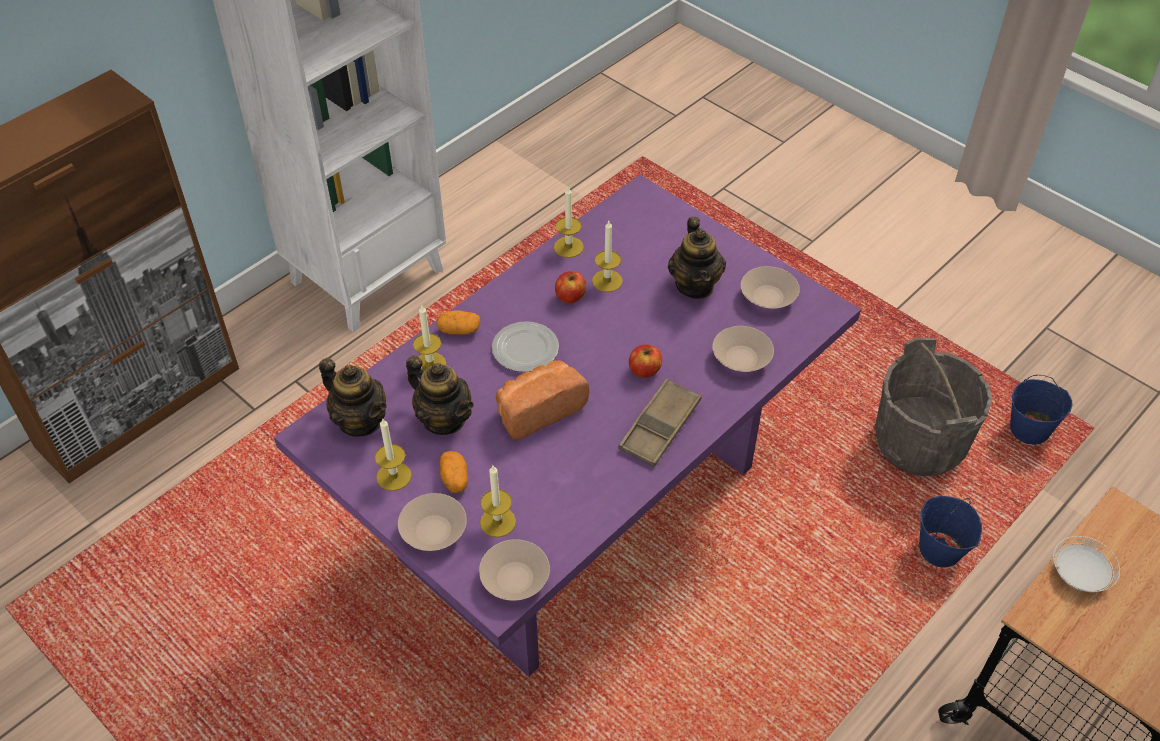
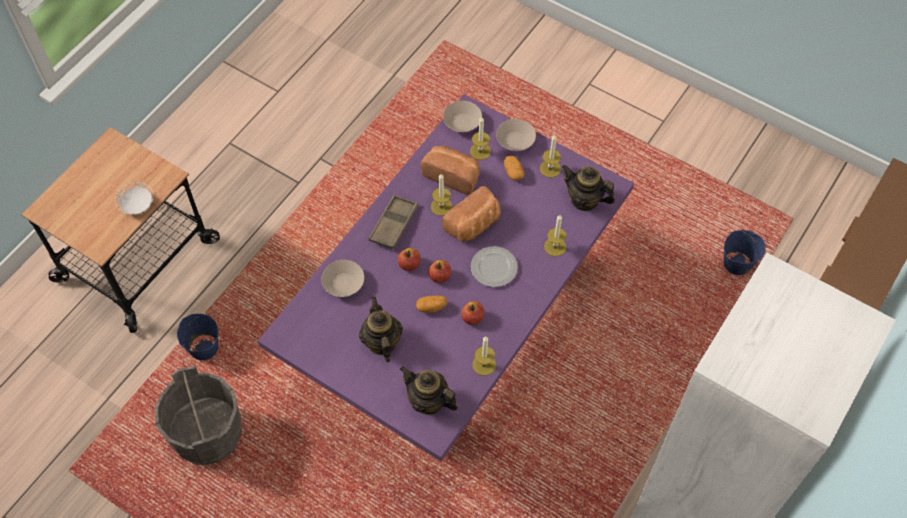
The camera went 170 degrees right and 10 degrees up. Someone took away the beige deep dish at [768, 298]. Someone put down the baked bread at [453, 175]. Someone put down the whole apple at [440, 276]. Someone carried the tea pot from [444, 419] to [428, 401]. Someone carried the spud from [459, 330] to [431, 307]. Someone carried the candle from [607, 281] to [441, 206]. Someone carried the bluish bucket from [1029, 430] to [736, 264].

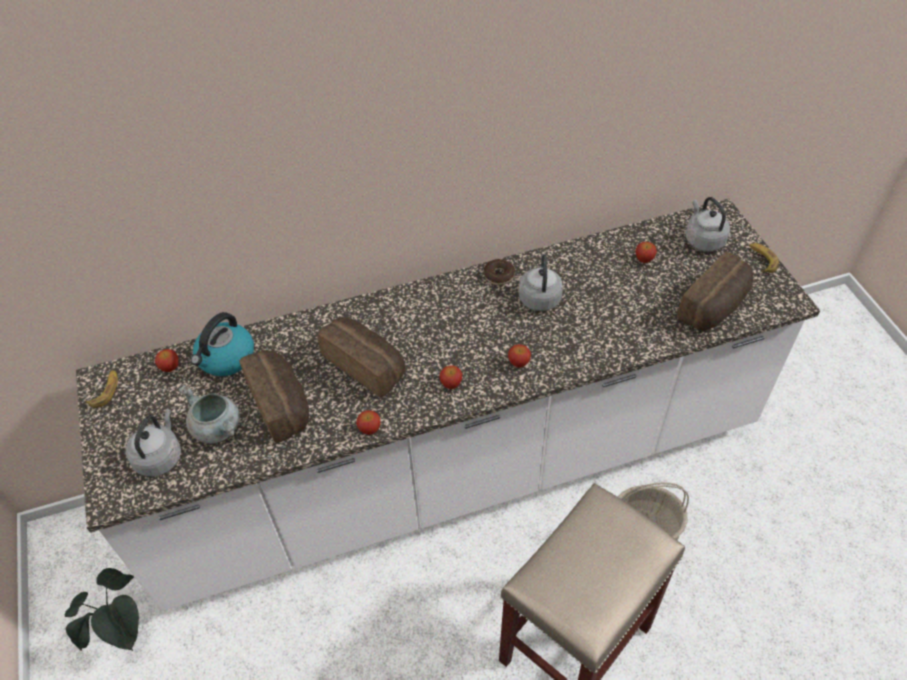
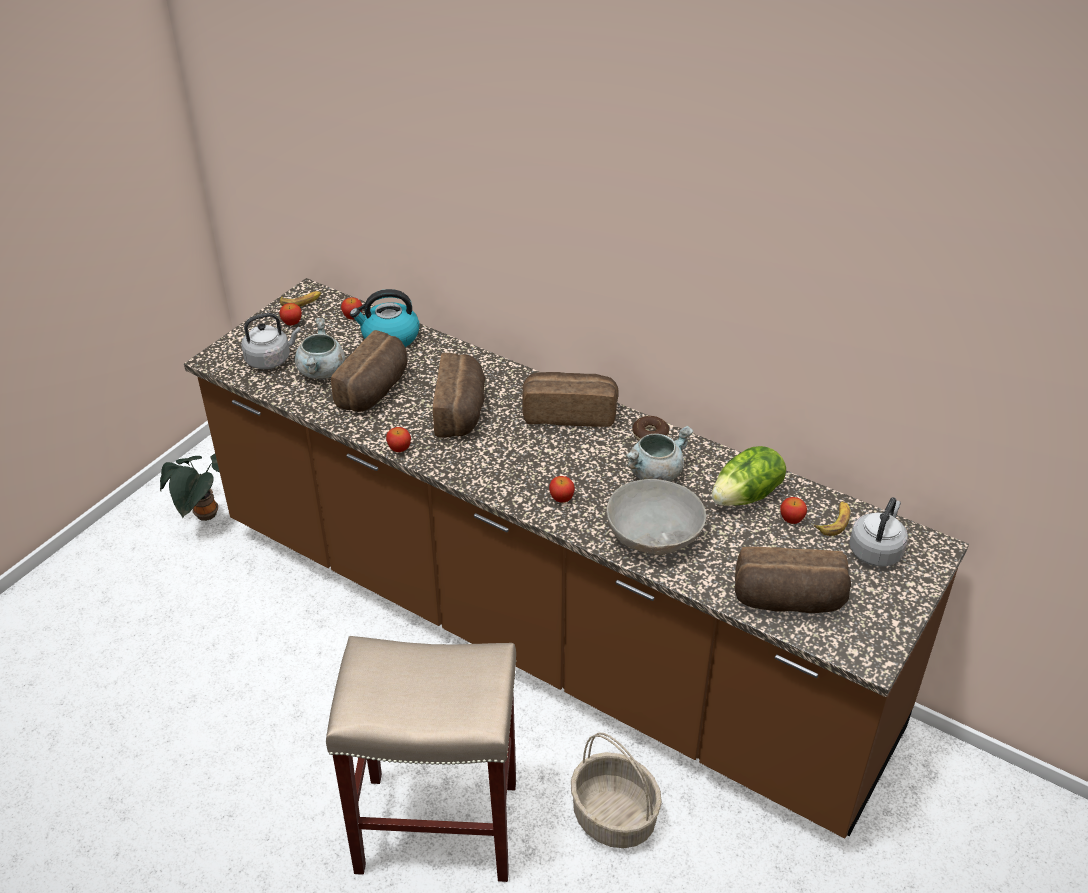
The camera went 50 degrees right and 10 degrees down. Someone put down the baked bread at [569, 412]. Someone put down the grey deep dish at [654, 534]. Someone put down the head of lettuce at [747, 496]. Someone carried the whole apple from [451, 384] to [292, 323]. Someone carried the whole banana from [761, 260] to [834, 521]. Someone swapped the grey water kettle at [539, 297] for the grey cooking pot at [655, 473]. Someone repainted the white-coloured counter at [458, 466], which became the brownish counter at [544, 627].

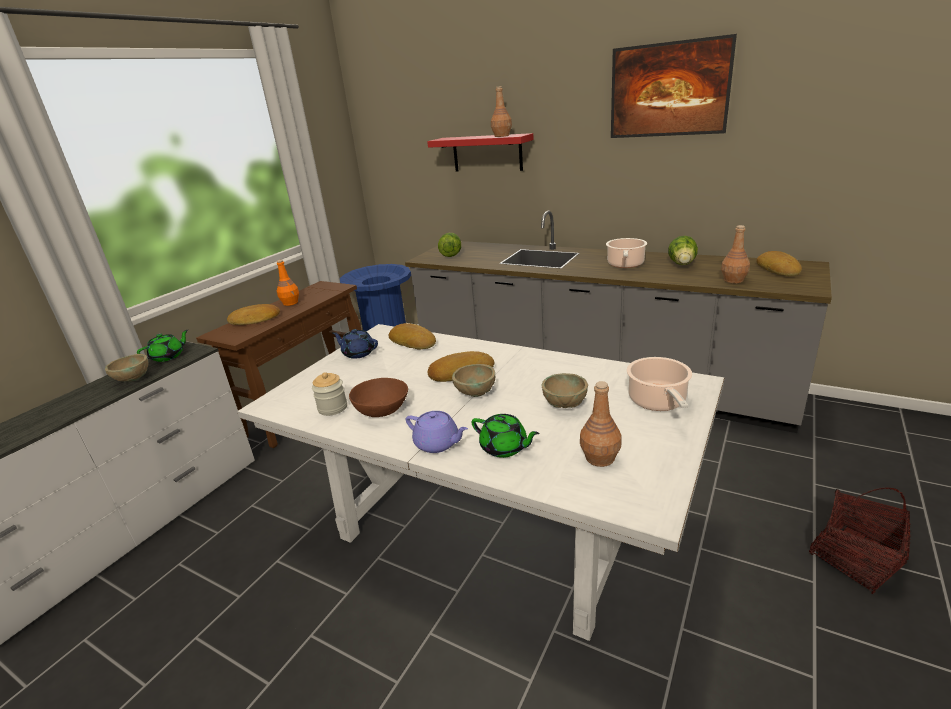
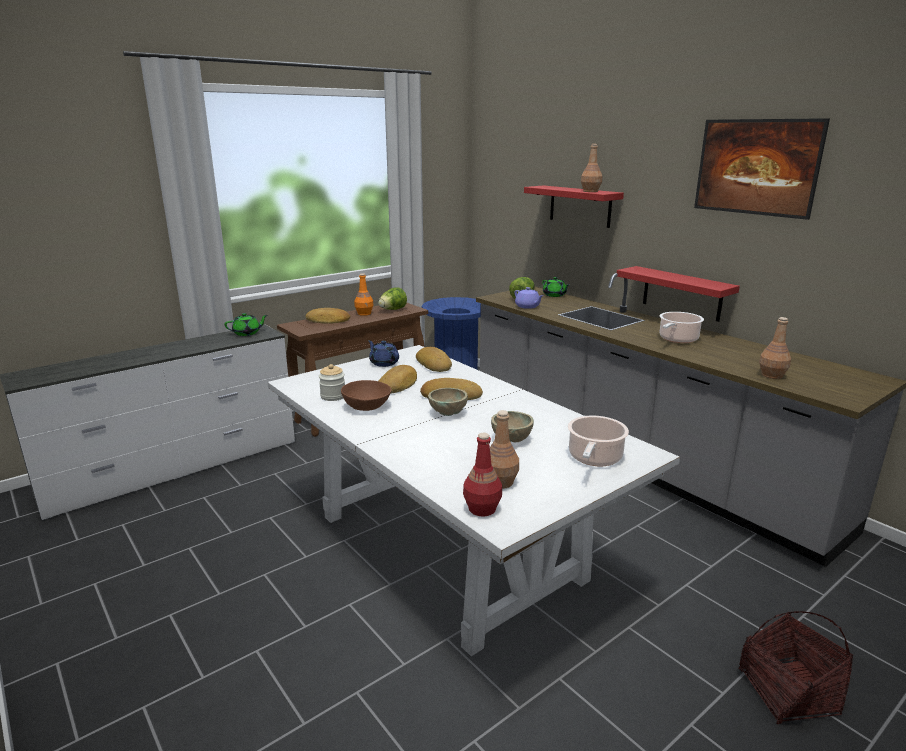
The camera went 20 degrees right and 5 degrees down. Someone took away the beige deep dish at [133, 379]. Someone put down the red bottle at [481, 509]. Someone put up the red shelf at [682, 293]. Someone carried the purple-coloured tea pot from [438, 444] to [528, 306]. Someone carried the greenish tea pot from [504, 448] to [554, 295]. Someone carried the head of lettuce from [682, 265] to [392, 310]. Someone carried the baked bread from [779, 269] to [398, 384].

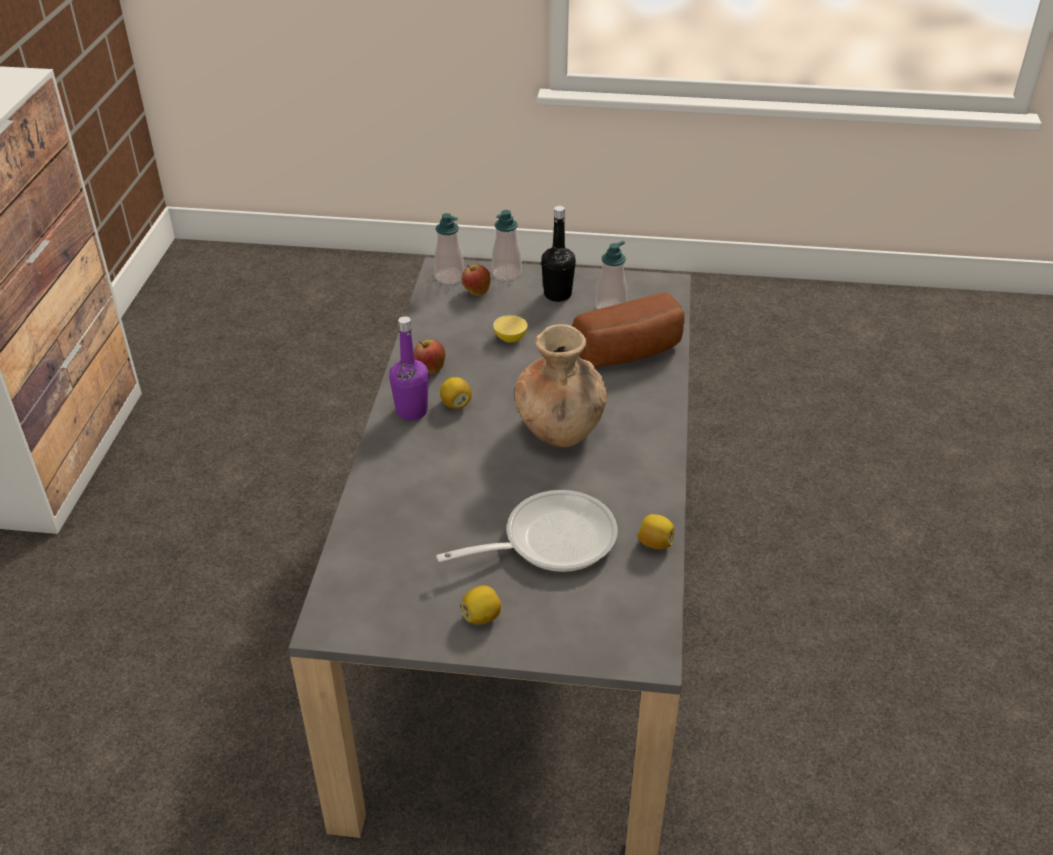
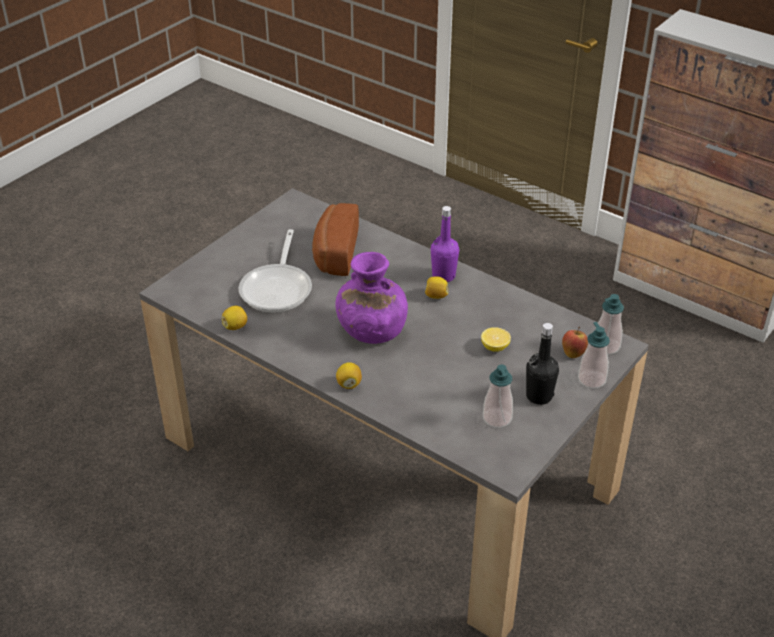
The camera went 120 degrees right and 0 degrees up. Someone took away the whole apple at [430, 369]. Someone carried the citrus fruit from [482, 616] to [349, 384]. Someone carried the baked bread from [632, 353] to [334, 252]. Someone repainted the brownish decorative vase at [560, 429], which became the purple-coloured decorative vase at [371, 331].

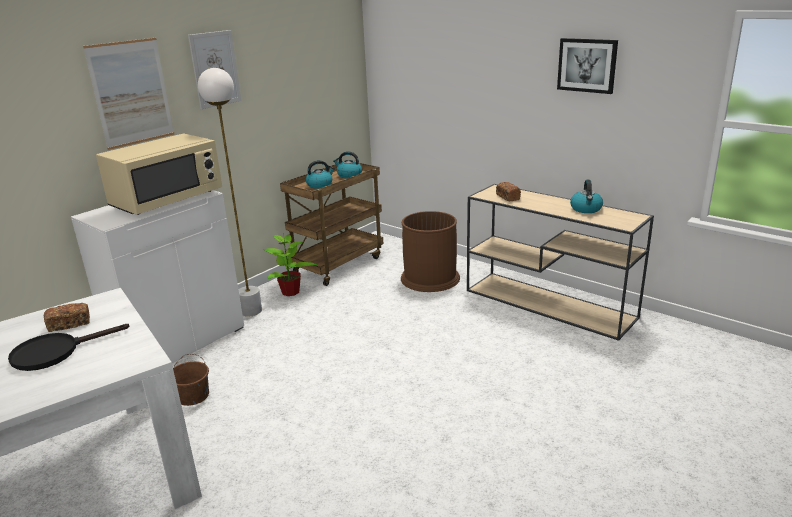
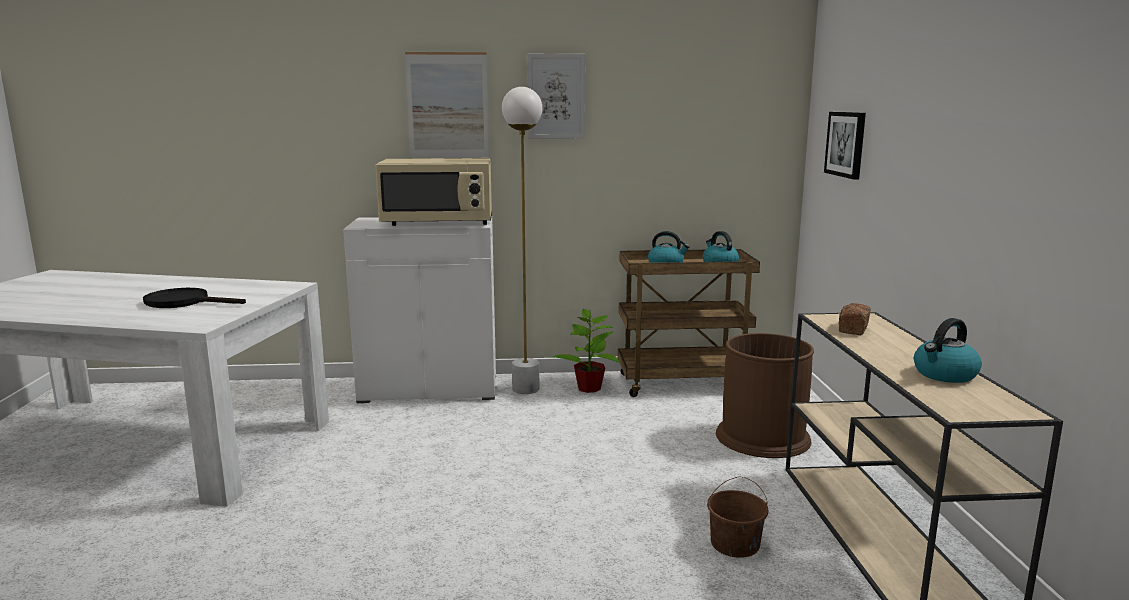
The camera went 45 degrees right and 10 degrees down. Someone took away the baked bread at [70, 324]. Someone carried the brownish bucket from [193, 396] to [735, 544]. Someone carried the picture from [587, 65] to [846, 144].

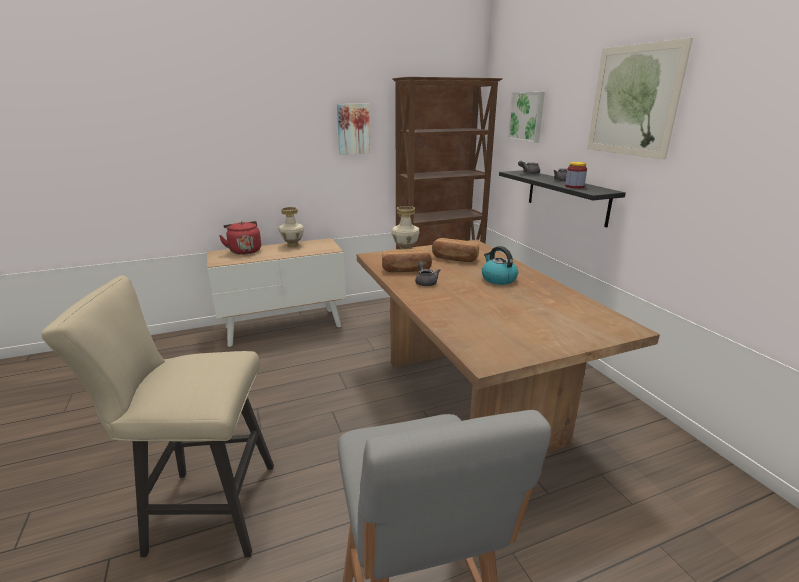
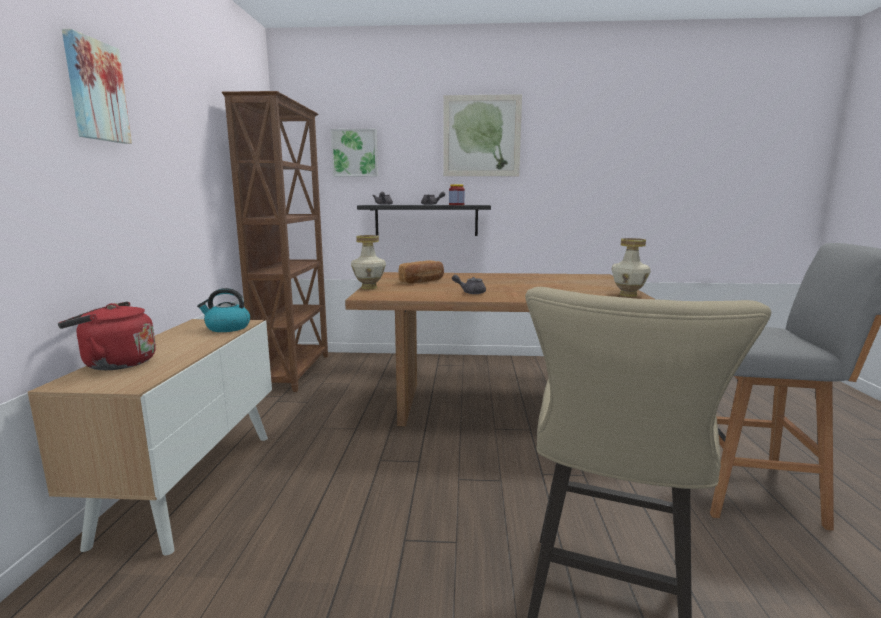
The camera went 65 degrees left and 10 degrees down. Someone took away the baked bread at [406, 270]. Someone carried the decorative vase from [292, 245] to [628, 295]. Someone carried the picture from [353, 129] to [95, 91]. Someone carried the water kettle from [498, 279] to [227, 328].

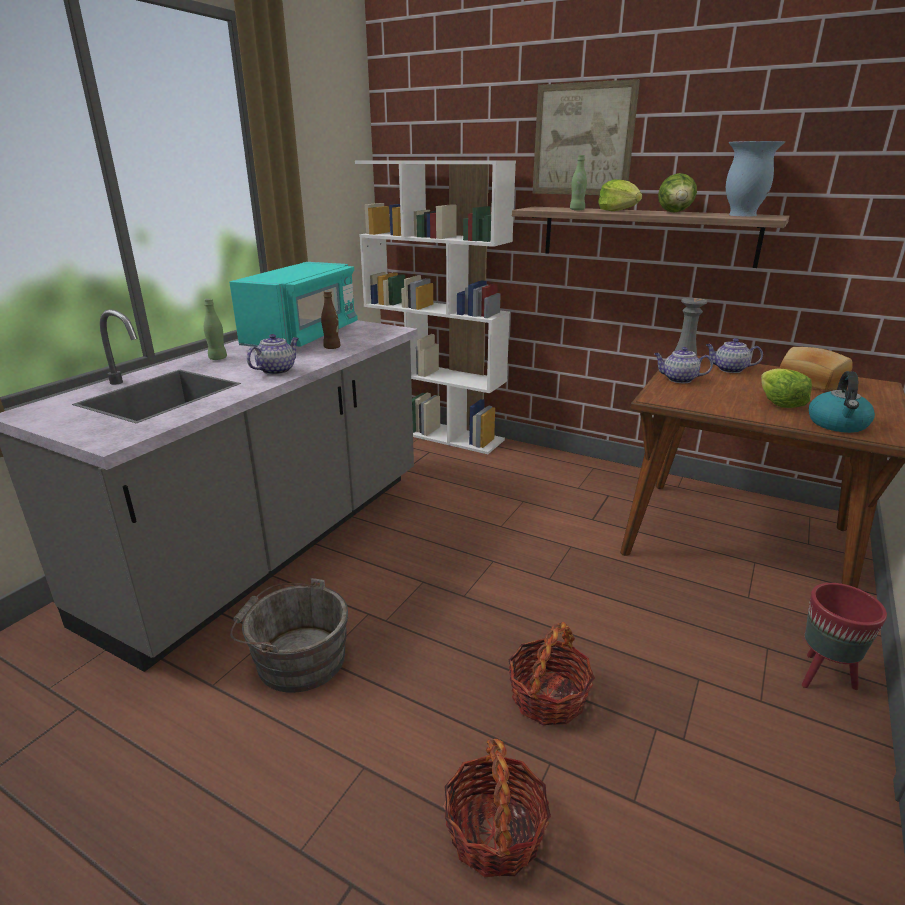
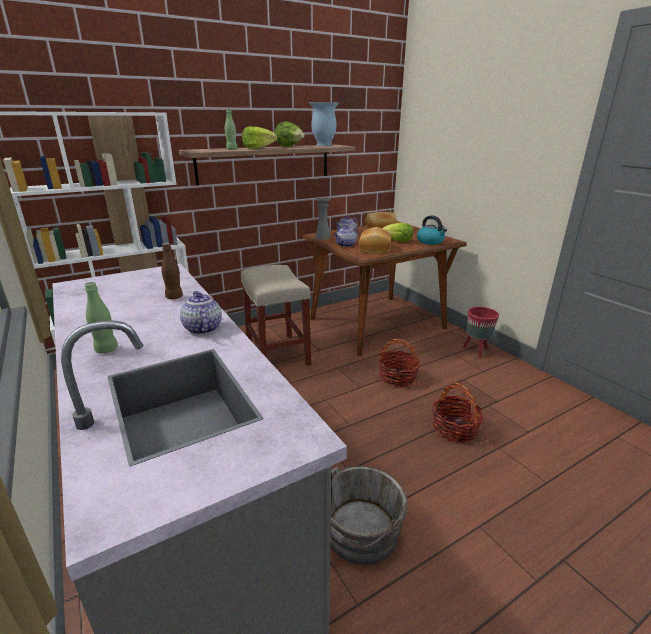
The camera went 60 degrees left and 0 degrees up. Someone took away the turquoise-coloured microwave oven at [303, 337]. Someone took away the picture at [583, 140]. Someone put down the beige stool at [276, 353]. Someone put down the baked bread at [373, 249]. Someone carried the storage basket from [495, 832] to [397, 377].

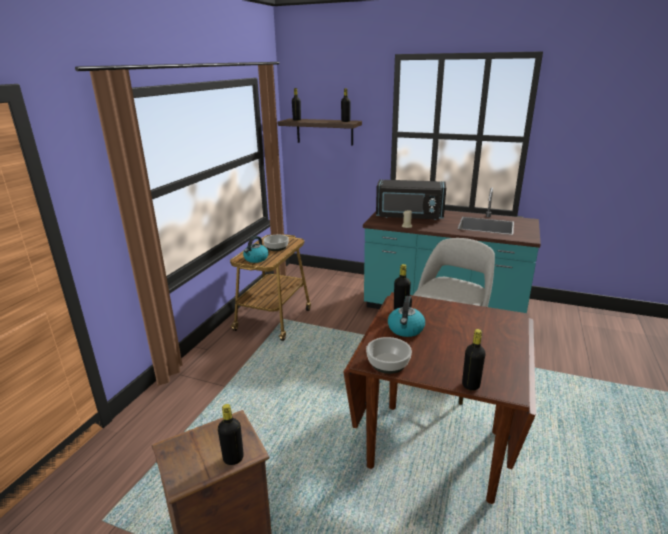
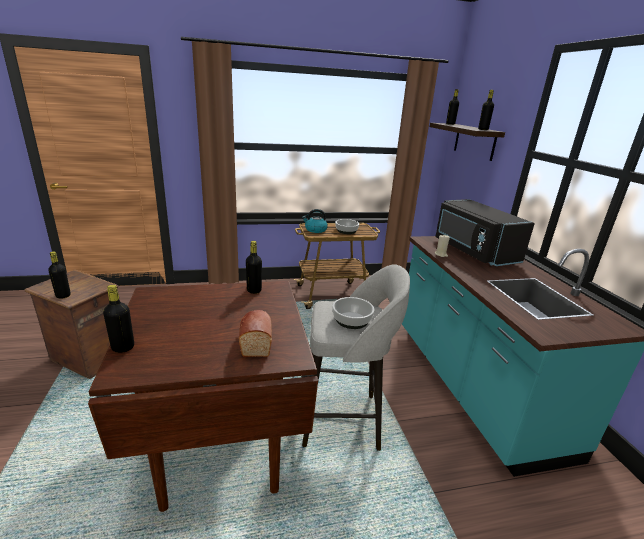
The camera went 55 degrees right and 0 degrees up. Someone took away the water kettle at [406, 329]. Someone put down the baked bread at [256, 340]. Someone carried the deep dish from [387, 363] to [351, 320].

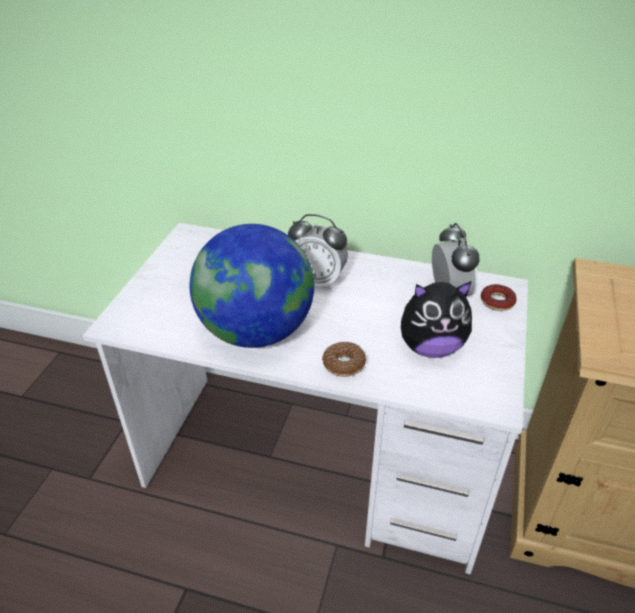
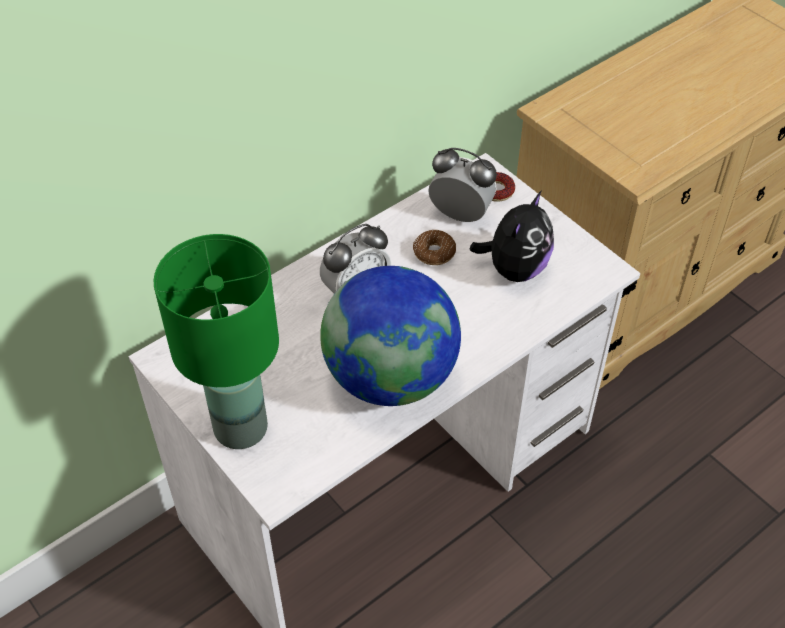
The camera went 55 degrees left and 10 degrees up. Someone put down the greenish table lamp at [239, 427]. Someone carried the ring doughnut from [344, 364] to [434, 252].

